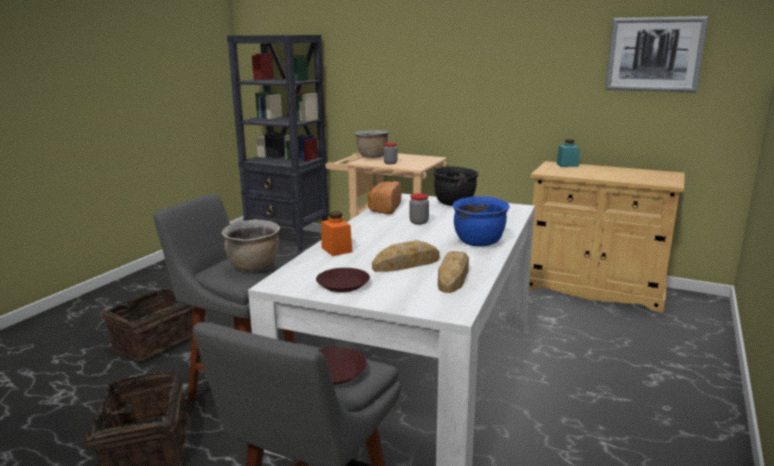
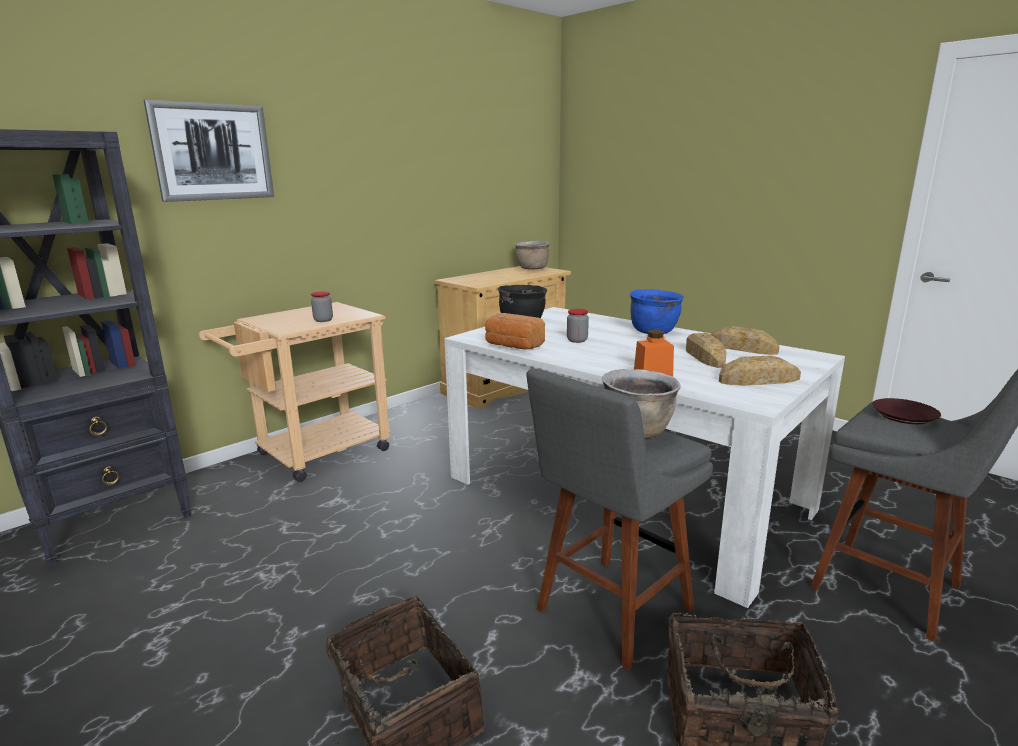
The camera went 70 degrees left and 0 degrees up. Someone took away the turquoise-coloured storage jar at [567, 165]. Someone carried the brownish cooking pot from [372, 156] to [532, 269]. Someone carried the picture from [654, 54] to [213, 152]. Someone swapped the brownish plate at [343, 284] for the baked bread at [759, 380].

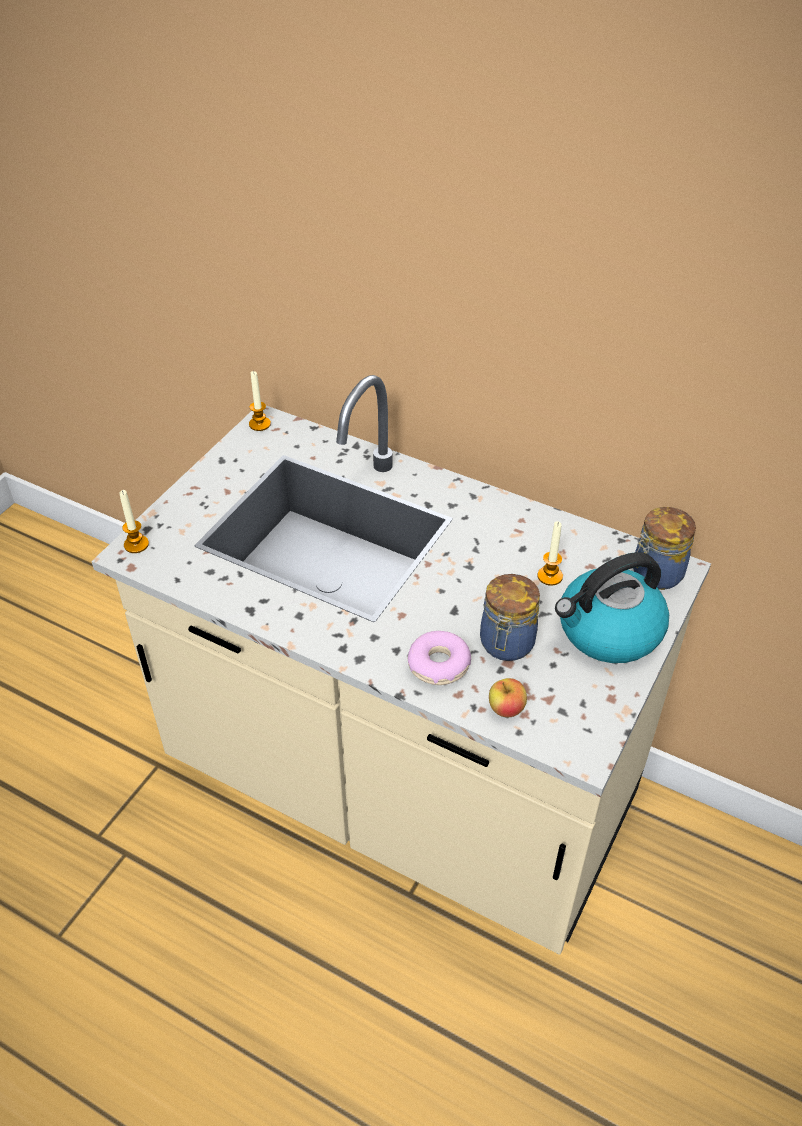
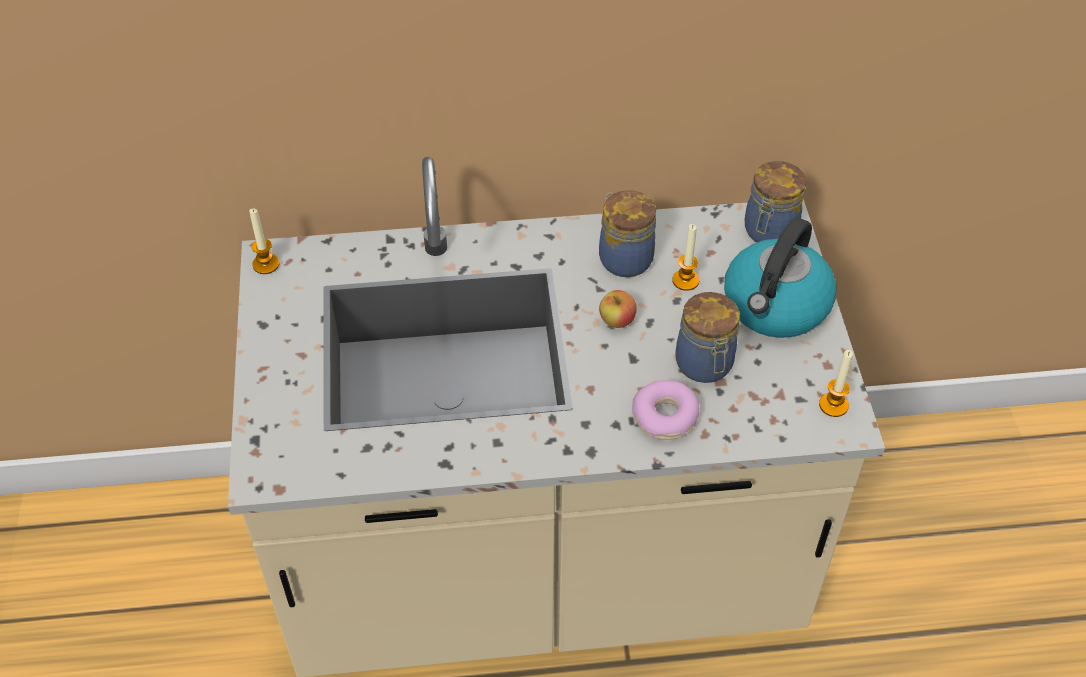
The camera went 35 degrees left and 5 degrees up. Someone put down the storage jar at [624, 258]. Someone carried the candle from [136, 544] to [833, 405]. Someone carried the whole apple from [506, 709] to [617, 321].

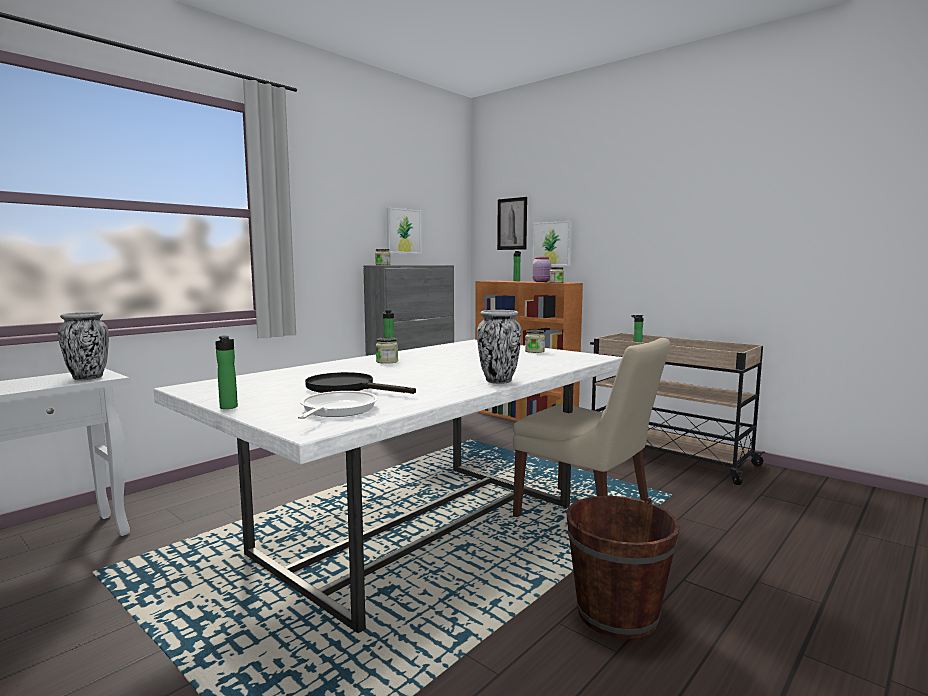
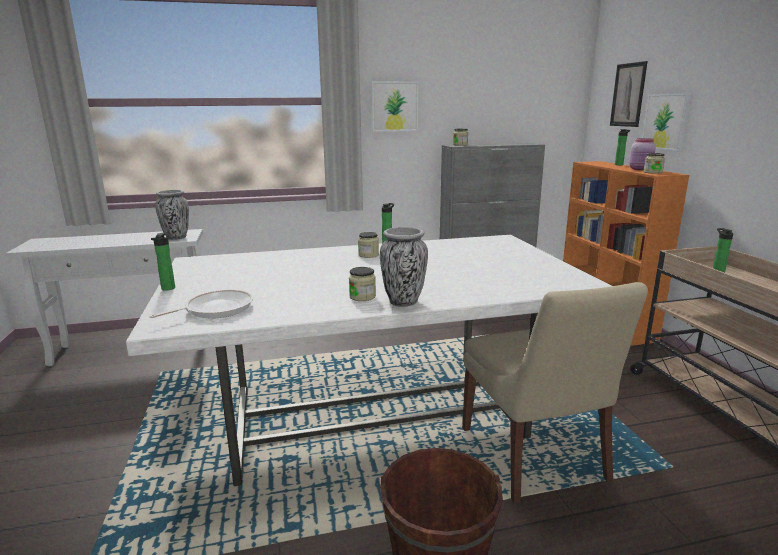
The camera went 35 degrees right and 10 degrees up. Someone took away the blackish pan at [348, 388]. Someone carried the picture from [403, 231] to [394, 106]. Someone carried the storage jar from [534, 351] to [362, 297].

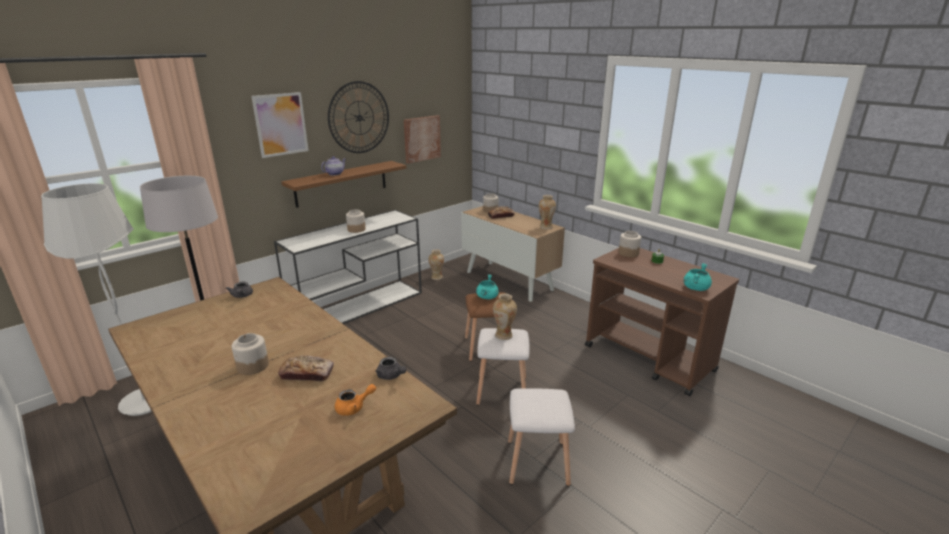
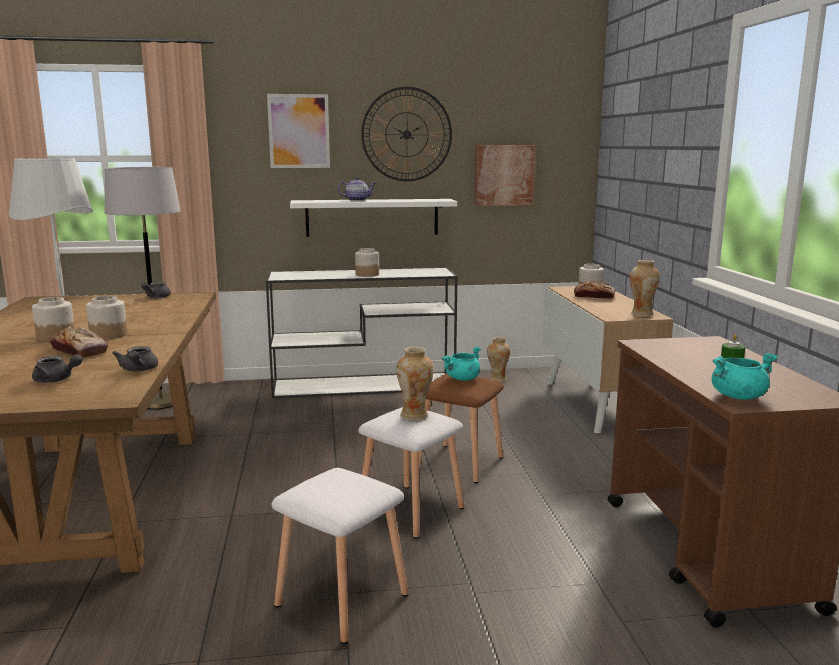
The camera went 35 degrees right and 10 degrees down. Someone carried the storage jar from [628, 253] to [109, 335]. Someone repainted the brownish shelf at [341, 183], which became the white-coloured shelf at [372, 217]. Someone repainted the orange-coloured tea pot at [354, 407], which became the grey tea pot at [57, 380].

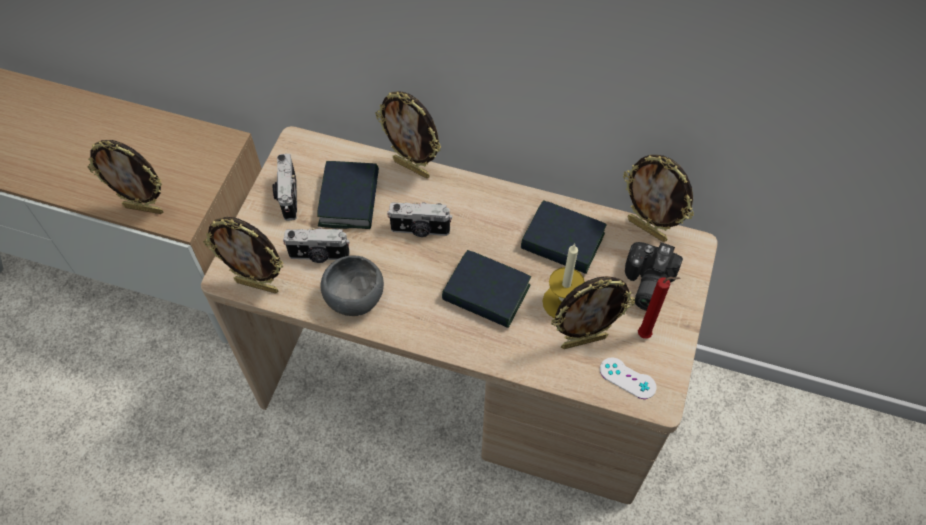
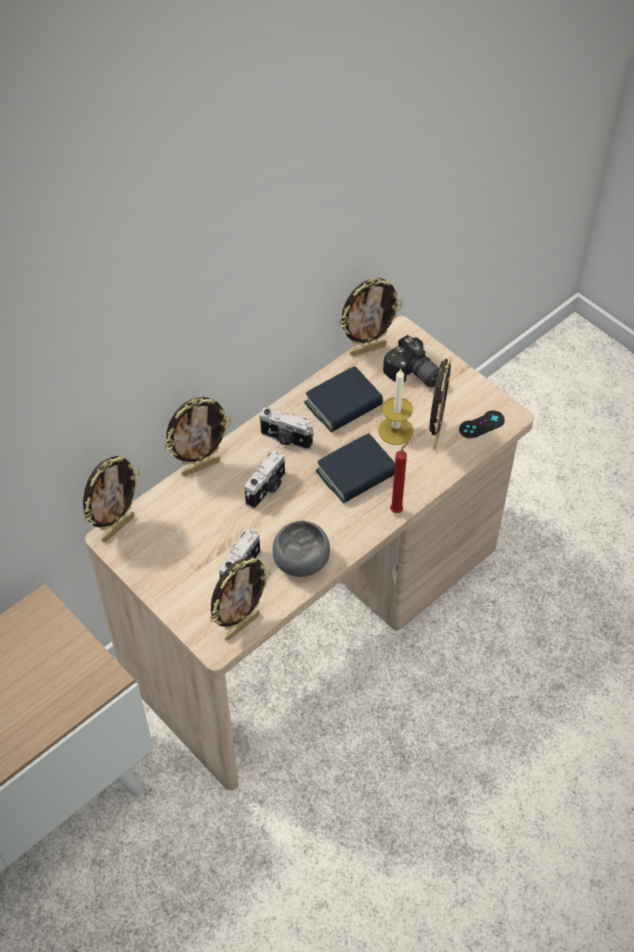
The camera went 60 degrees left and 5 degrees down. Someone took away the book at [349, 200]. Someone carried the picture frame from [144, 208] to [117, 527]. Someone carried the photo camera from [287, 197] to [286, 439]. Someone carried the red candle from [646, 335] to [397, 509]. Someone repainted the white-coloured gamepad at [627, 378], which became the blackish gamepad at [481, 424].

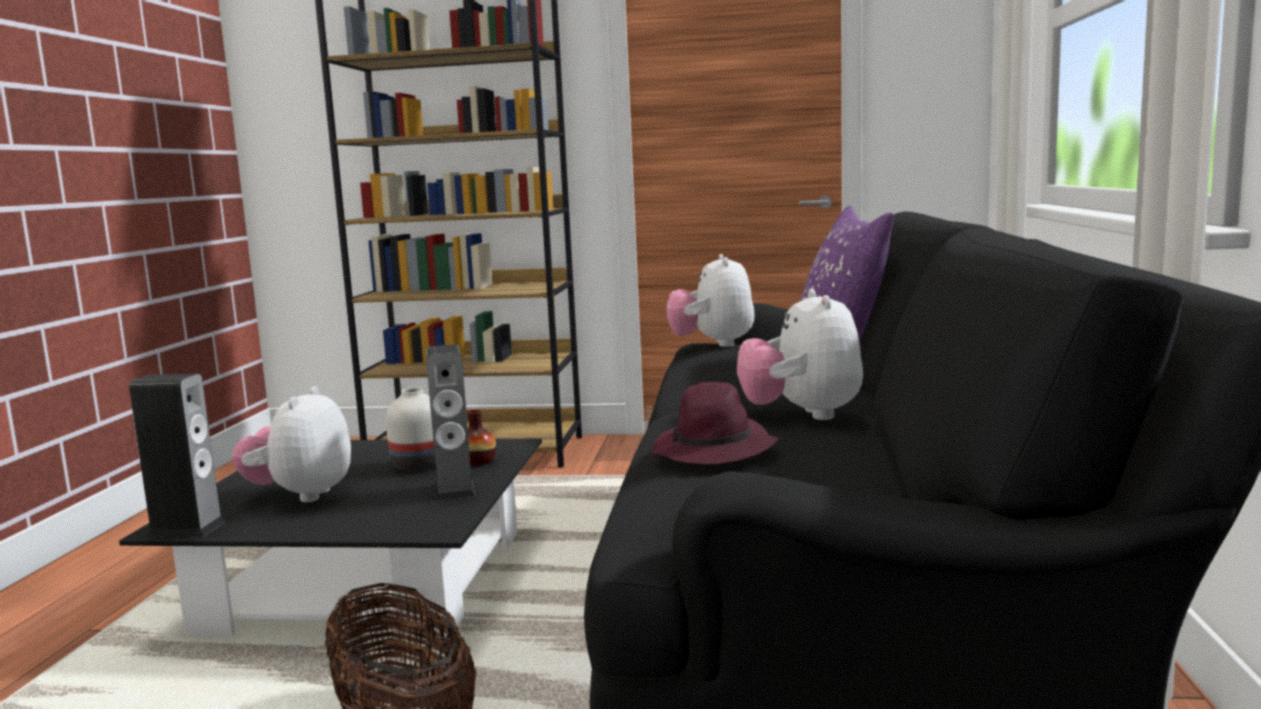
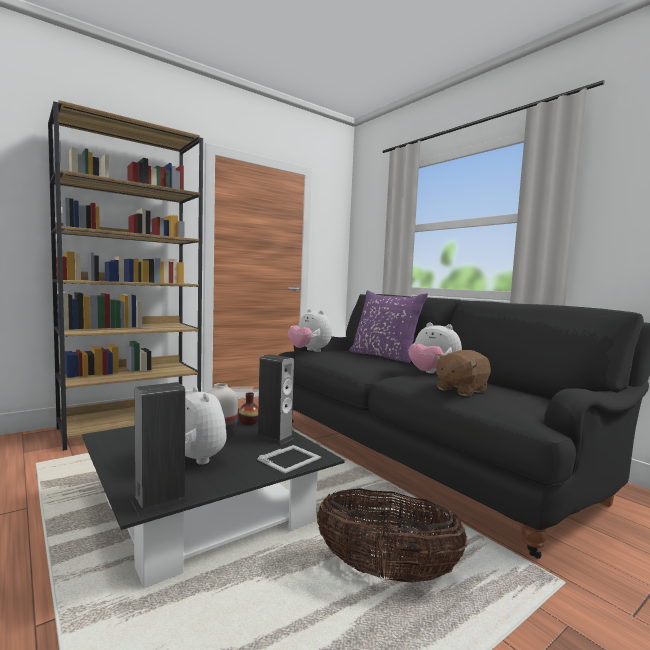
The camera went 45 degrees left and 5 degrees down. Someone put down the picture frame at [290, 458]. Someone swapped the purple-coloured clothing hat at [714, 452] for the brownish soft toy at [460, 390].

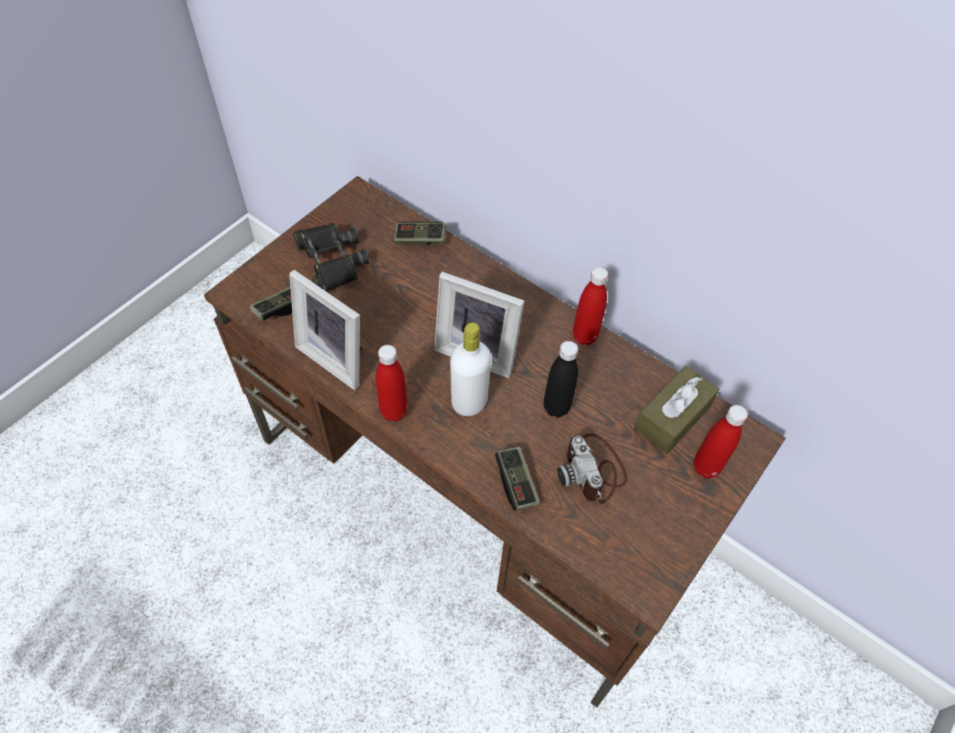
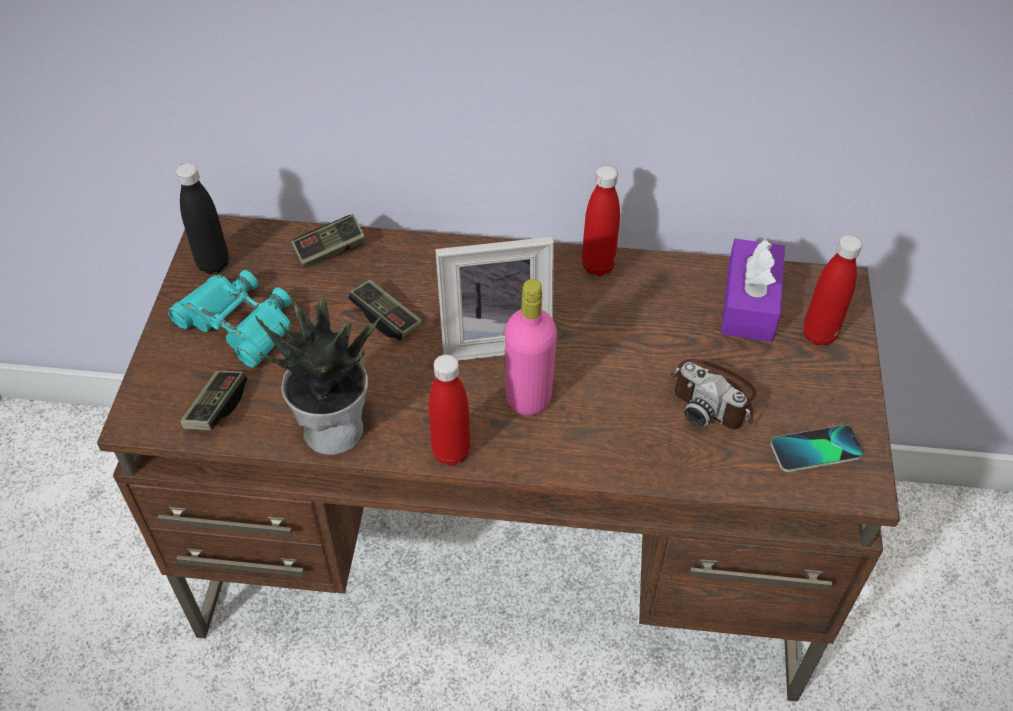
The camera went 30 degrees left and 5 degrees down. Someone put down the handset at [816, 450]. Someone carried the gamepad from [516, 483] to [386, 318]. Someone carried the blackish bottle from [556, 407] to [213, 264]. Someone swapped the picture frame at [337, 356] for the plant in a pot at [334, 427]. Someone repainted the blackish pair of binoculars at [331, 261], which became the turquoise-coloured pair of binoculars at [238, 324]. Someone repainted the white-coloured bottle at [469, 402], which became the pink-coloured bottle at [528, 397]. Someone repainted the brownish tissue box at [672, 417], which became the purple-coloured tissue box at [749, 303].

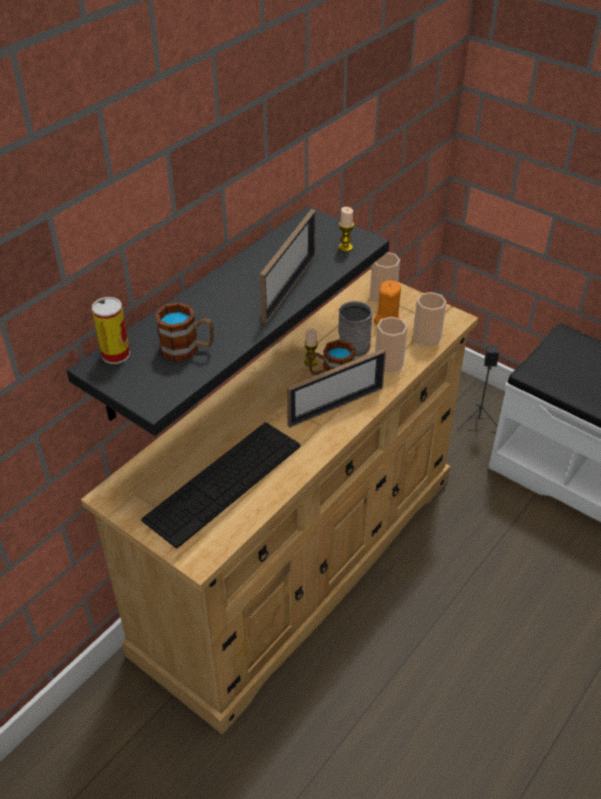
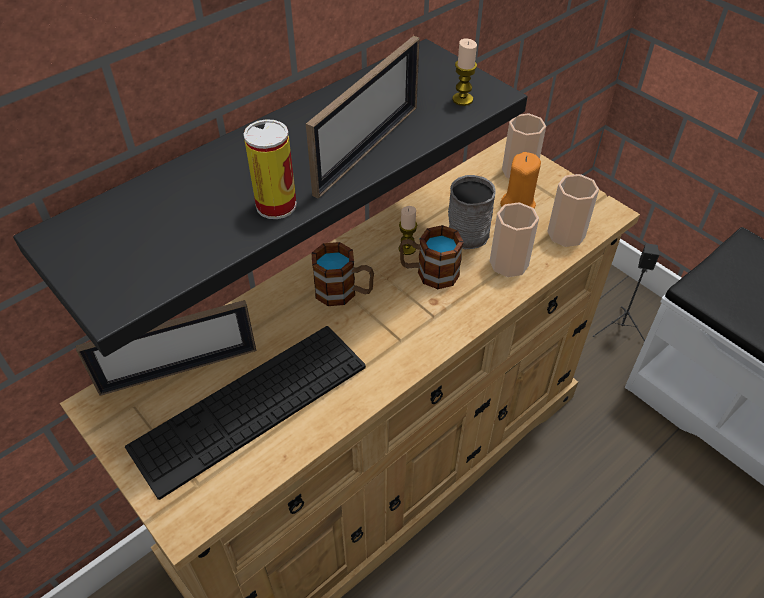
The camera went 10 degrees right and 5 degrees up. Someone carried the can from [116, 354] to [276, 205]. Someone carried the tea mug from [187, 349] to [344, 292]. Someone carried the picture frame from [336, 406] to [179, 370].

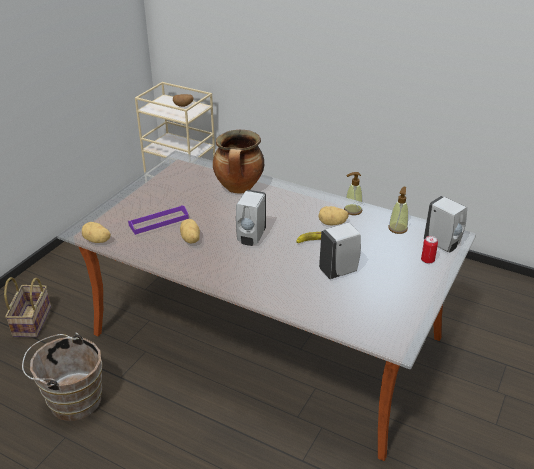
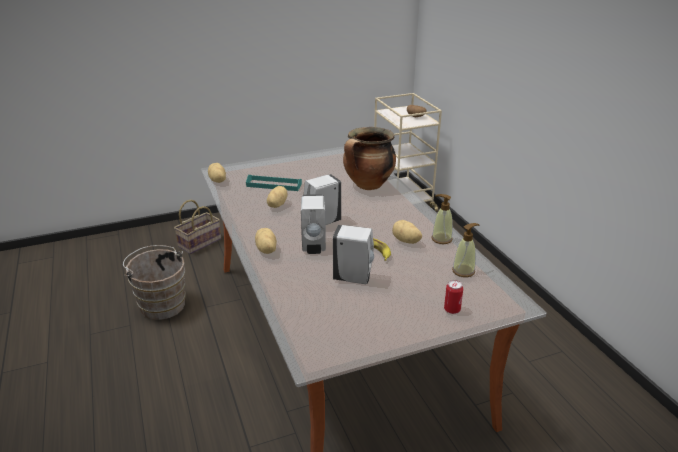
The camera went 40 degrees right and 5 degrees down. Someone put down the spud at [265, 250]. Someone carried the white-coloured soap dispenser from [442, 244] to [314, 246]. Someone repainted the purple-coloured serving tray at [158, 222], which became the turquoise-coloured serving tray at [274, 185].

